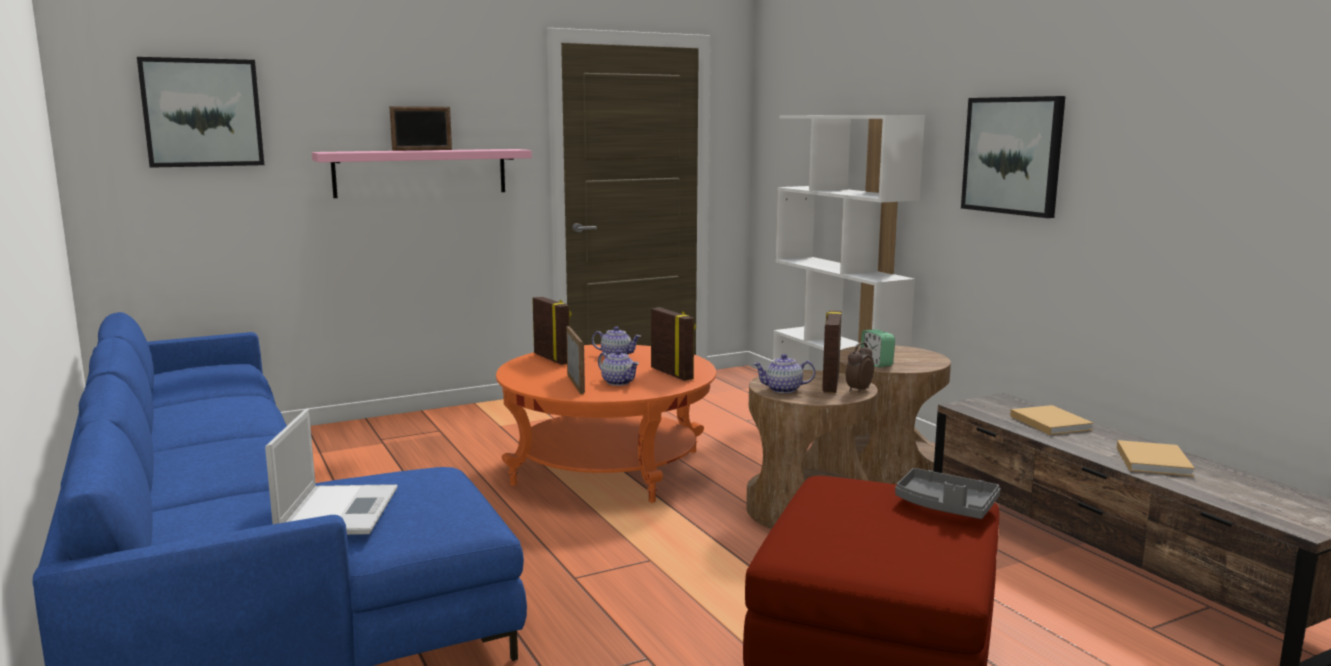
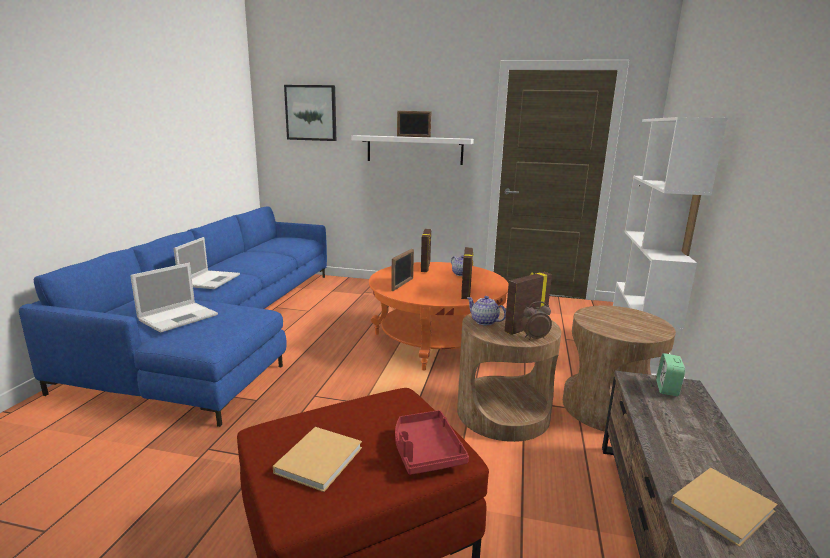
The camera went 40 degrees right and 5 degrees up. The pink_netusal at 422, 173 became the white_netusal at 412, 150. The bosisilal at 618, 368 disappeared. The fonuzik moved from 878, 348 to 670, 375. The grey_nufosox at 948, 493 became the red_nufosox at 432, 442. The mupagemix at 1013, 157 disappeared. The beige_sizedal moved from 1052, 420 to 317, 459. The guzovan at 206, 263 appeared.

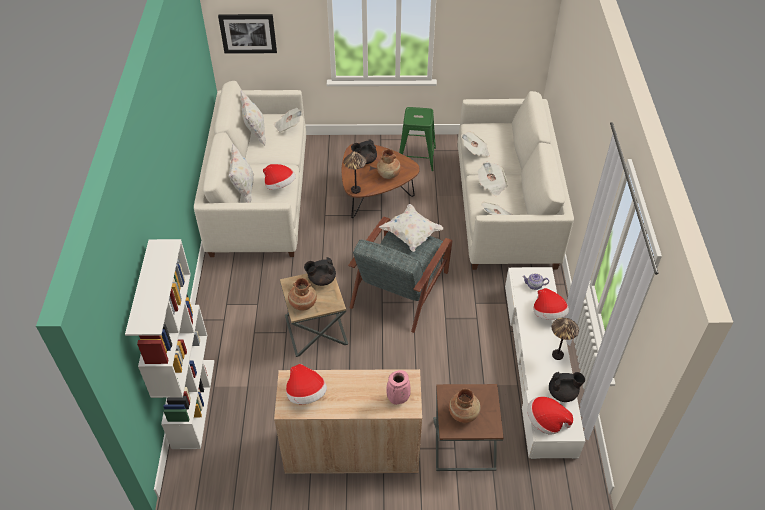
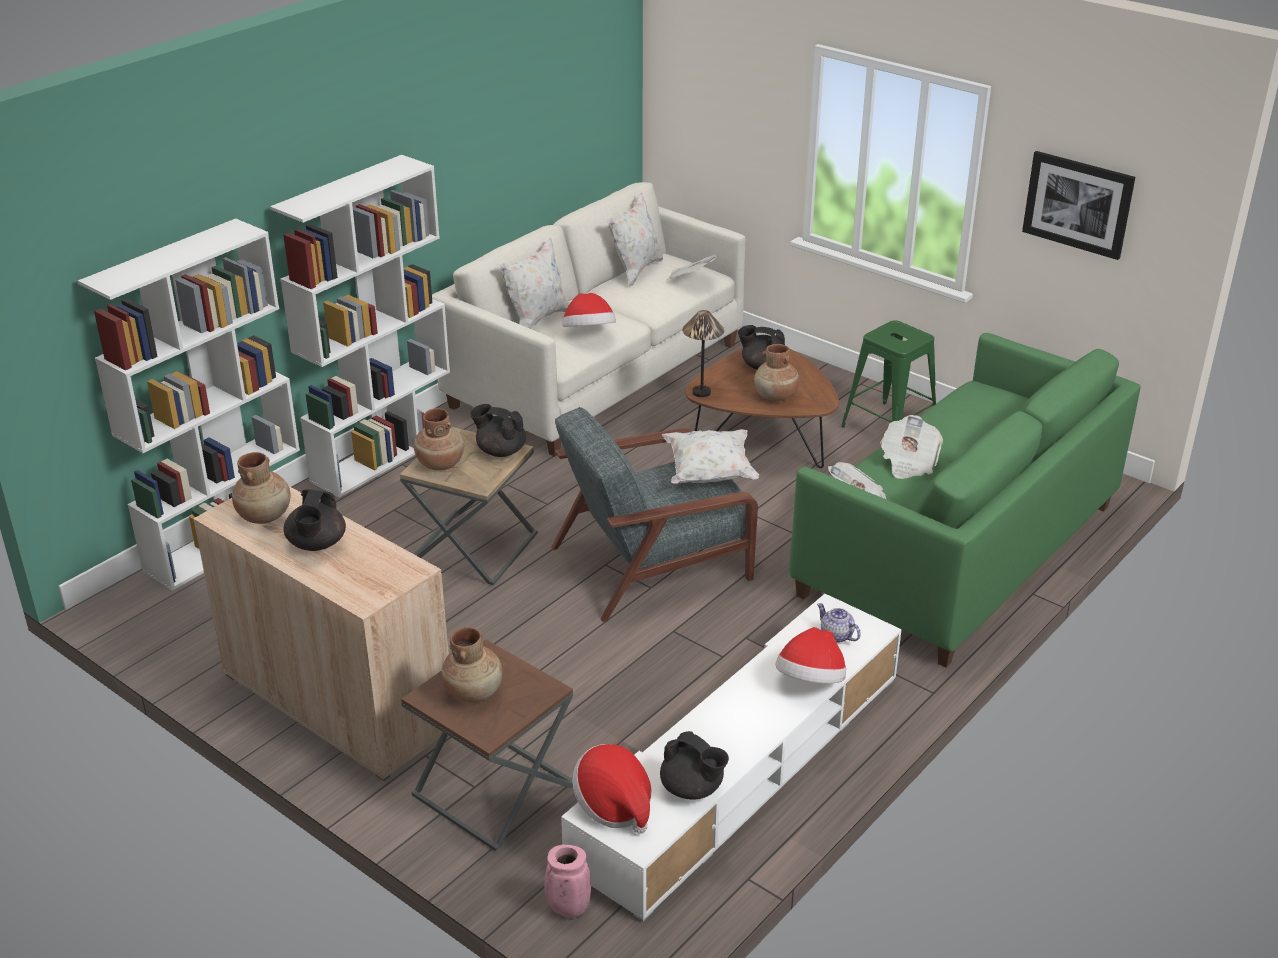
The camera went 40 degrees right and 15 degrees down. The mupagemix moved from 247, 34 to 1078, 205. The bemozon at 306, 384 was replaced by the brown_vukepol at 261, 488. The pink_vukepol moved from 398, 387 to 567, 881. The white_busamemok at 515, 180 became the green_busamemok at 965, 500. The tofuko at 475, 144 disappeared. The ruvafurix at 565, 339 disappeared. The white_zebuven at 360, 326 appeared. The black_bosisilal at 315, 520 appeared.

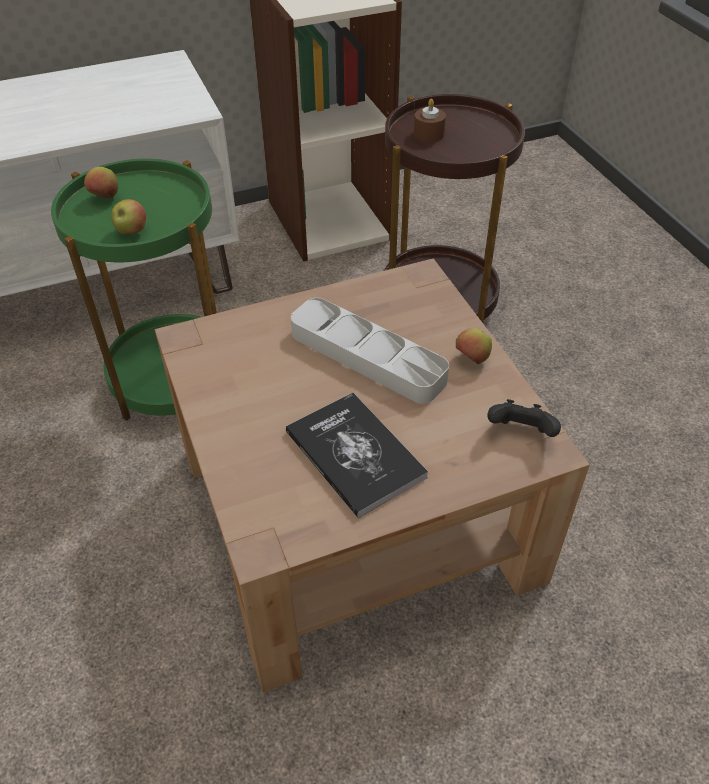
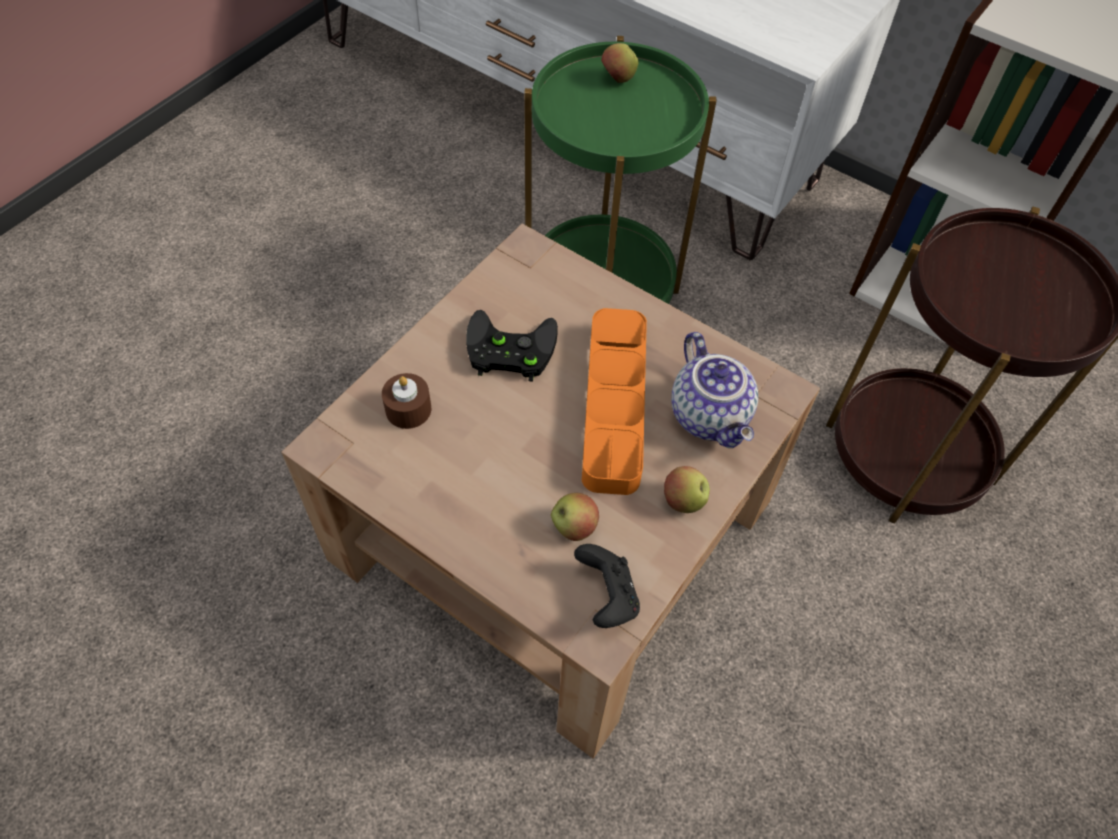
The camera went 55 degrees right and 10 degrees up. The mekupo moved from 128, 216 to 575, 517. The sizedal at 357, 455 disappeared. The grey_nufosox at 370, 351 became the orange_nufosox at 614, 401. The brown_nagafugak moved from 430, 120 to 406, 401. The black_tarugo at 512, 346 appeared. The bosisilal at 714, 390 appeared.

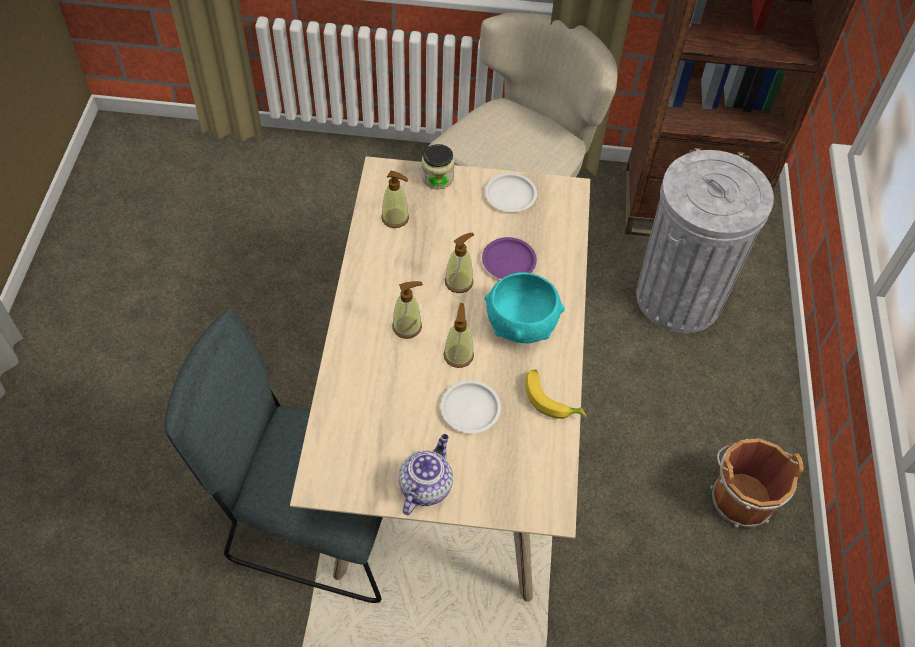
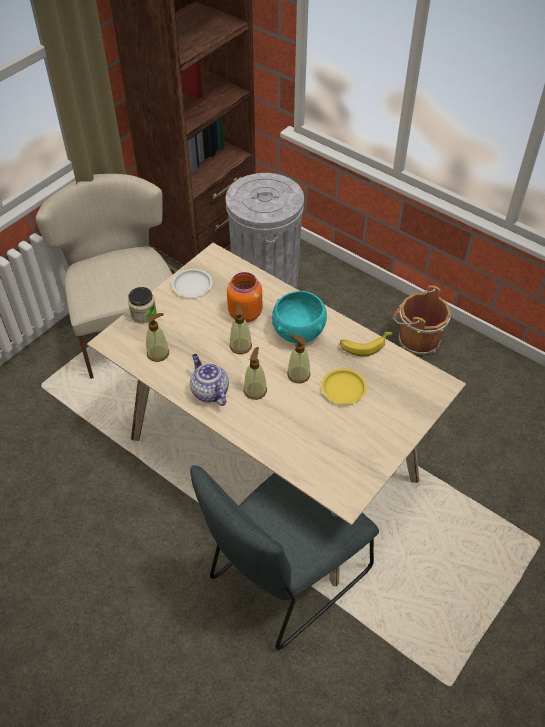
The camera went 55 degrees left and 5 degrees down. The bosisilal moved from 425, 474 to 209, 380. The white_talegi at 470, 406 became the yellow_talegi at 344, 386. The purple_talegi at 509, 258 was replaced by the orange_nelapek at 244, 297.

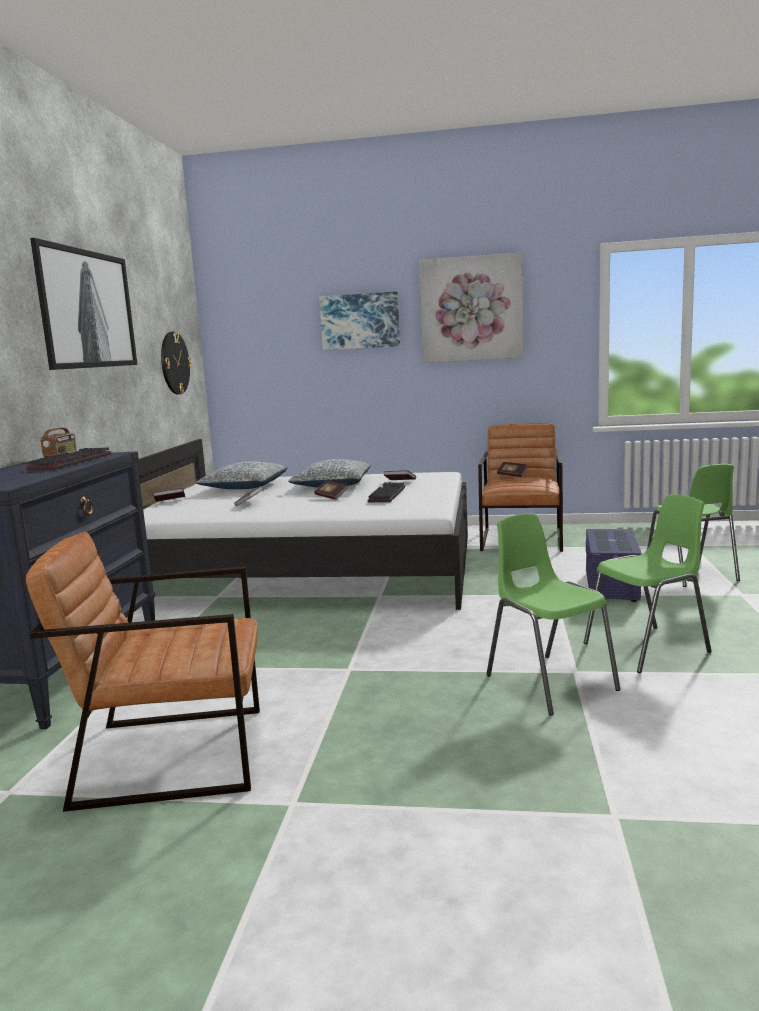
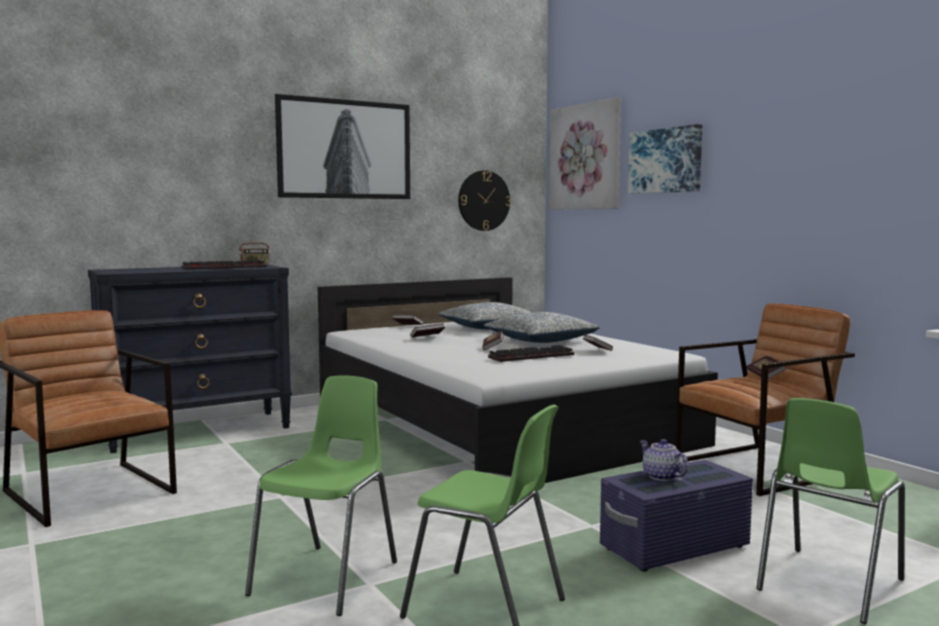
The camera went 50 degrees right and 5 degrees down. The mupagemix moved from 471, 307 to 585, 153. The bosisilal at 664, 460 appeared.

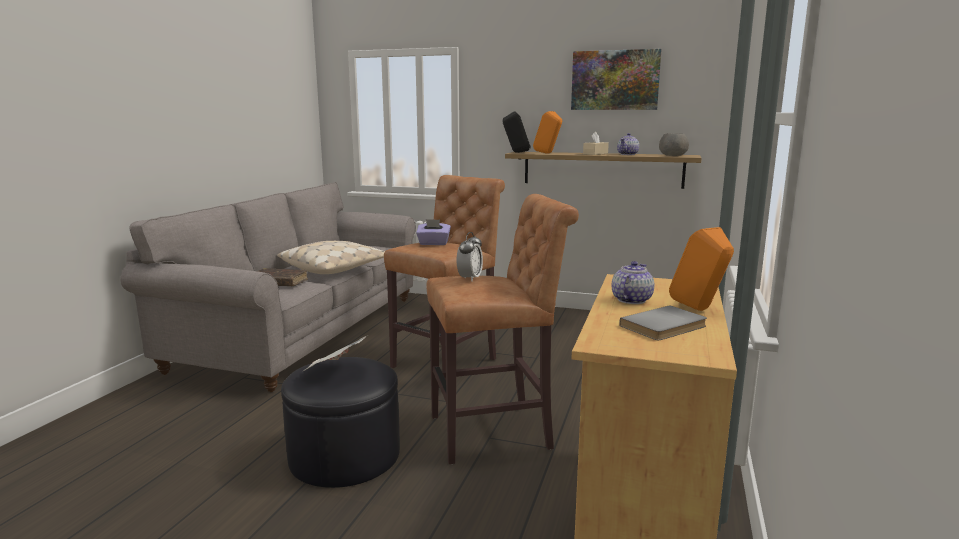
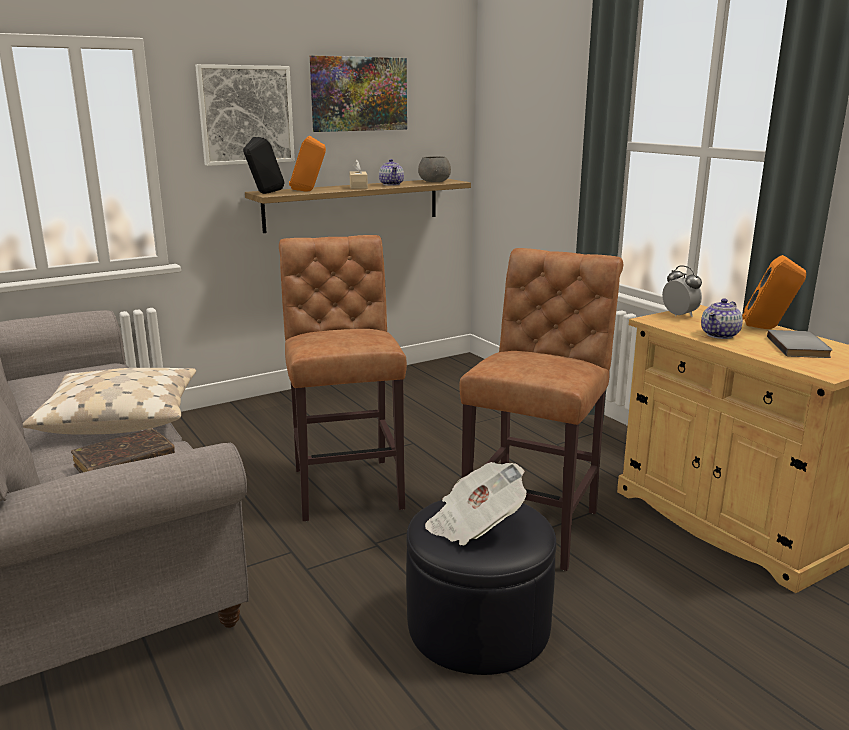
The camera went 50 degrees left and 5 degrees up. The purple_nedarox at 433, 232 disappeared. The fonuzik moved from 469, 257 to 682, 291. The bosisilal at 633, 282 turned 120 degrees counterclockwise. The mupagemix at 245, 115 appeared.

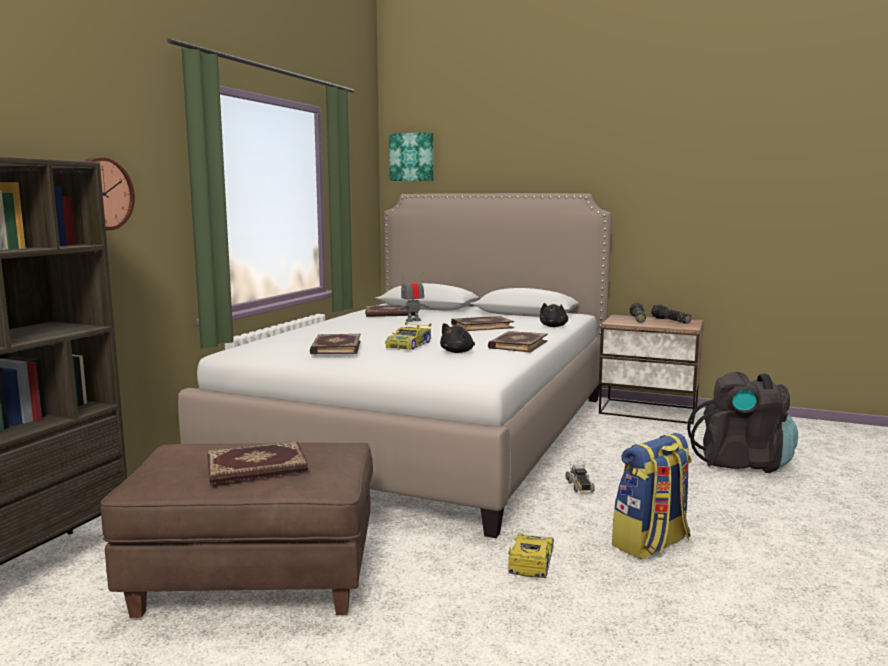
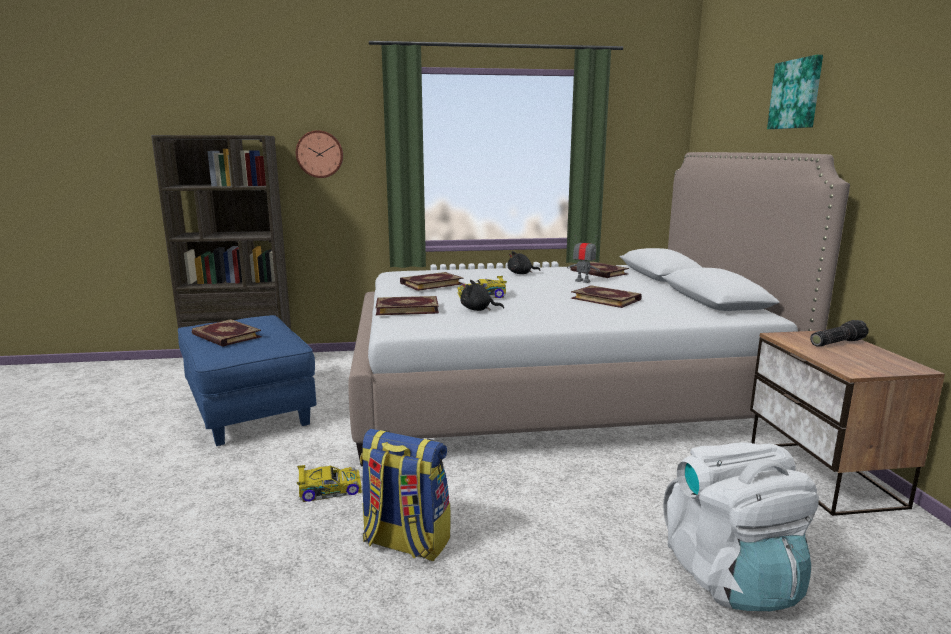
The camera went 60 degrees right and 5 degrees up. The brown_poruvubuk at 237, 530 became the blue_poruvubuk at 247, 380. The mupagemix moved from 411, 156 to 795, 92. The sizedal moved from 518, 342 to 407, 305. The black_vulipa moved from 554, 315 to 524, 262. The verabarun at 580, 476 disappeared. The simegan at 671, 314 disappeared. The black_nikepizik at 742, 422 became the white_nikepizik at 741, 526.

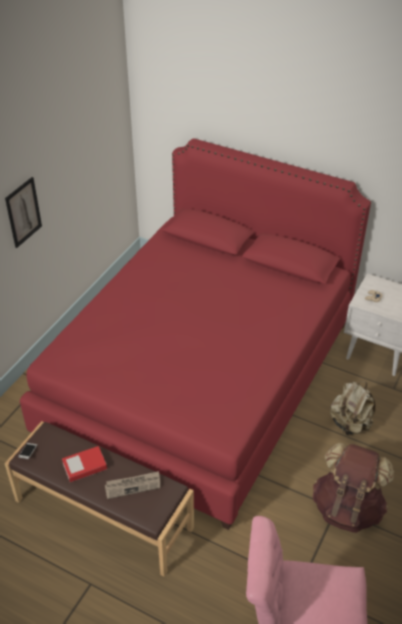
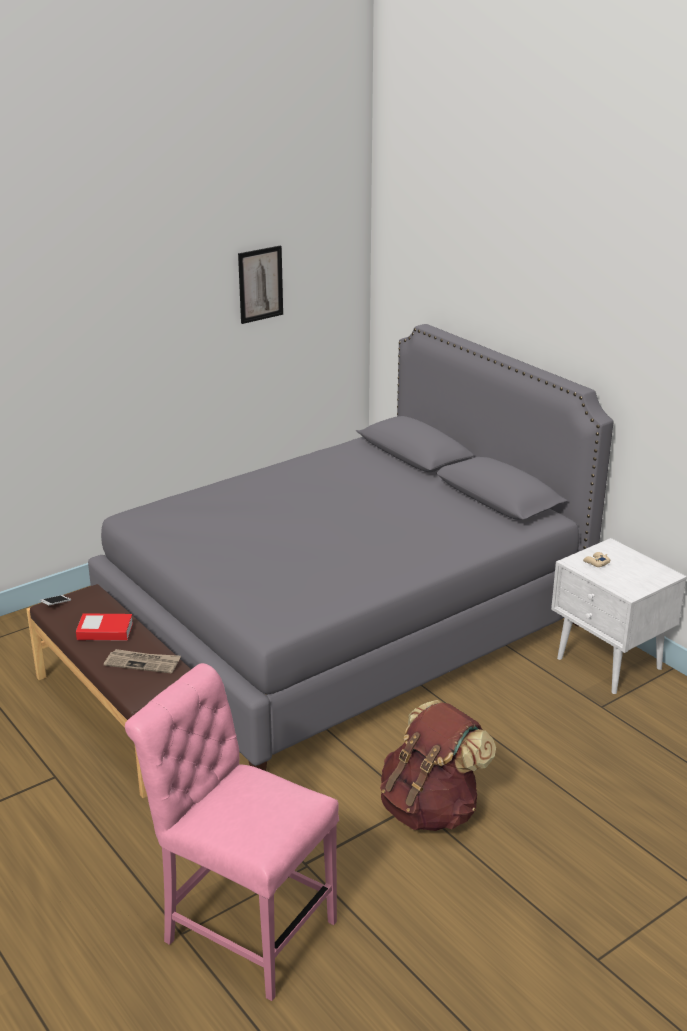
The camera went 25 degrees right and 15 degrees down. The mupagemix moved from 23, 212 to 260, 284. The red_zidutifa at 195, 334 became the grey_zidutifa at 351, 547. The beige_nikepizik at 352, 408 disappeared.

